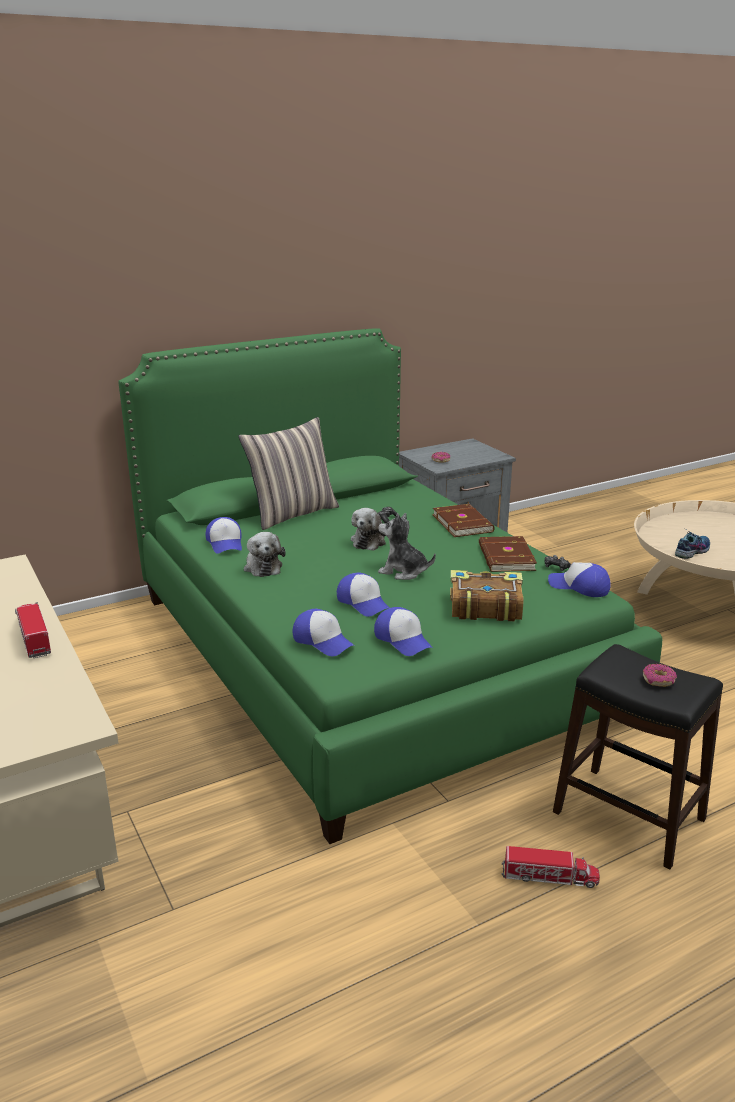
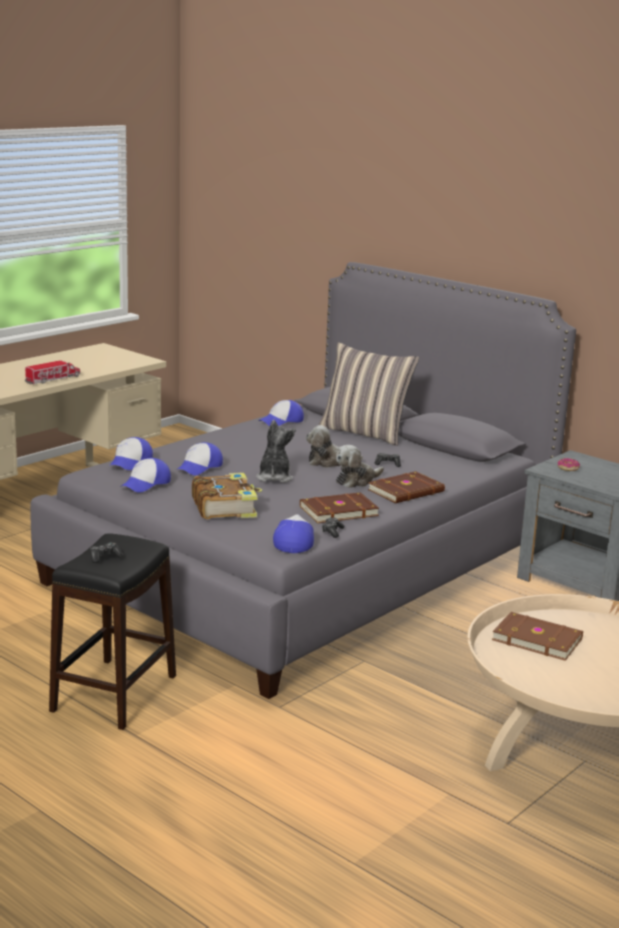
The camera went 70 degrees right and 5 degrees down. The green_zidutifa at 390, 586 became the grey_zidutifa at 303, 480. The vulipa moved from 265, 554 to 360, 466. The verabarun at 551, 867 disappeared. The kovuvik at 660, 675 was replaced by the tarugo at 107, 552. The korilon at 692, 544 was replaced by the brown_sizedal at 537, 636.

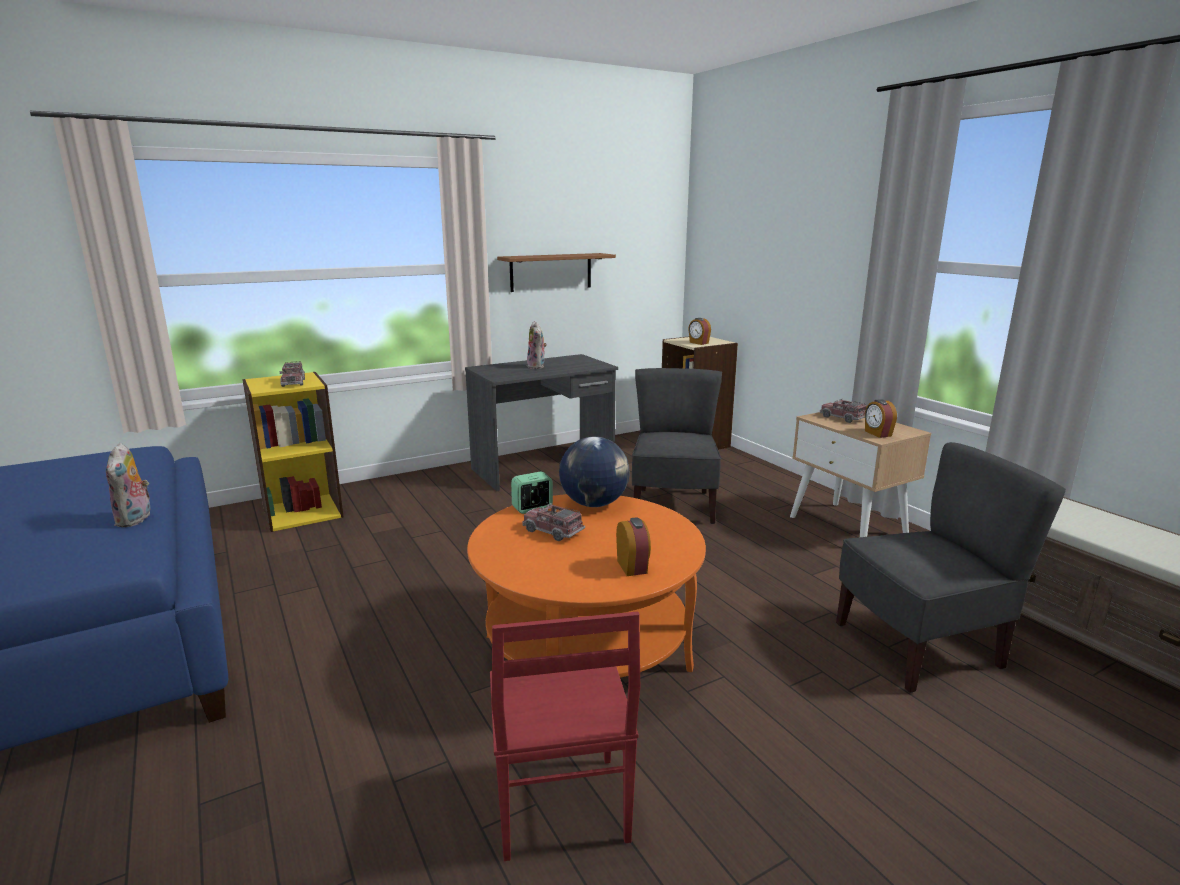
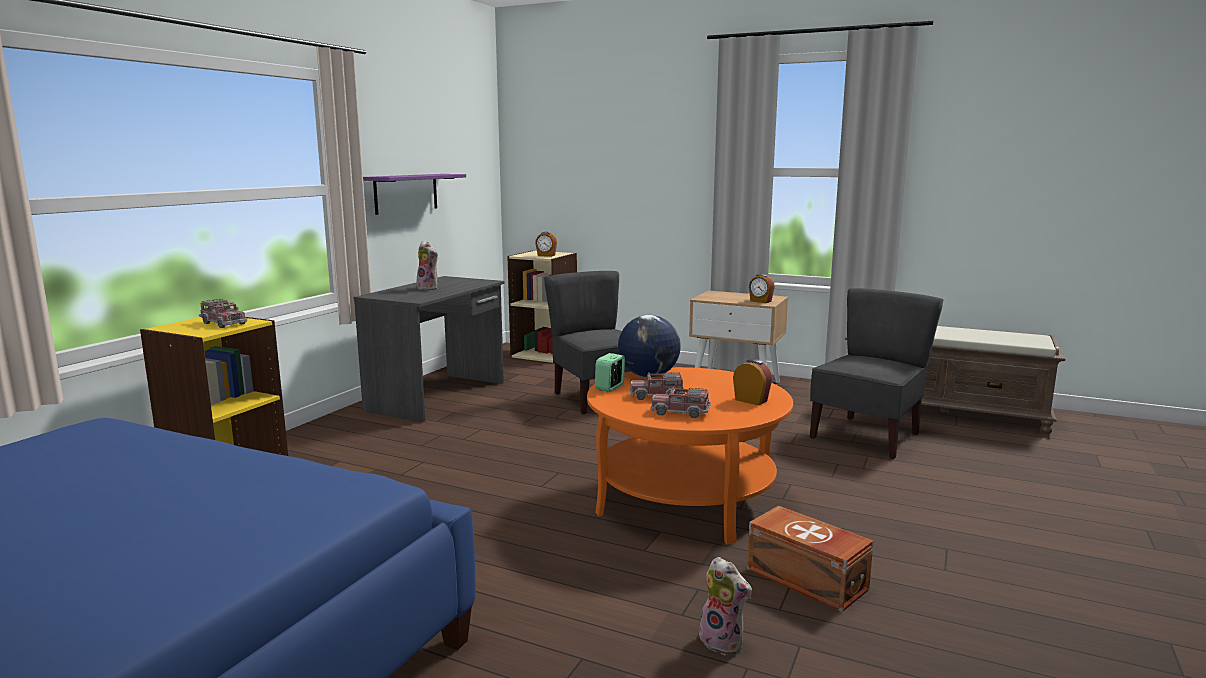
The camera went 35 degrees left and 5 degrees down. The vulipa moved from 128, 485 to 725, 606. The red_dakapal at 565, 736 was replaced by the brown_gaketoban at 810, 559. The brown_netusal at 556, 272 became the purple_netusal at 414, 194. The verabarun moved from 843, 411 to 680, 402.

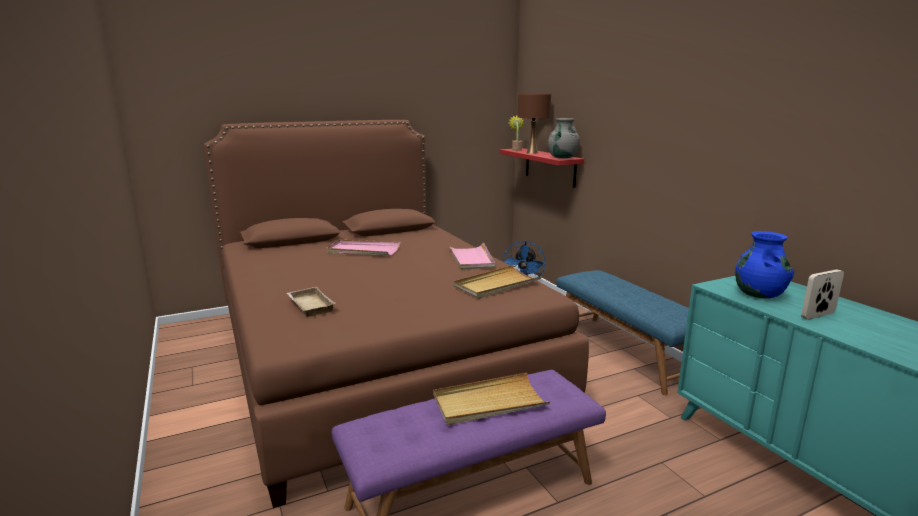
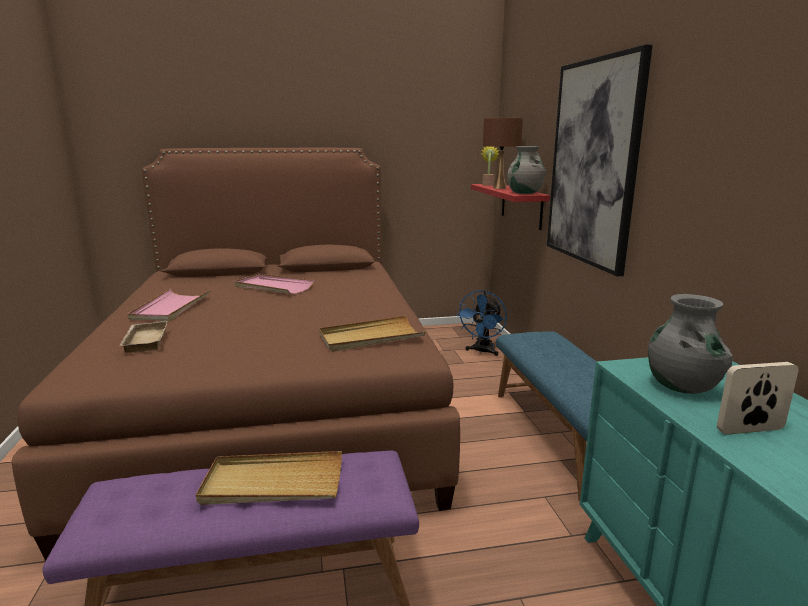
The camera went 15 degrees right and 0 degrees up. The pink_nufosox moved from 471, 256 to 169, 305. The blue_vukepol at 764, 265 became the grey_vukepol at 690, 344. The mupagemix at 600, 160 appeared.

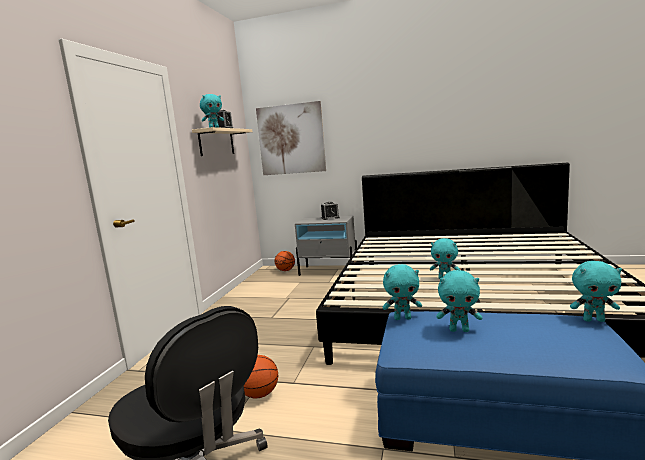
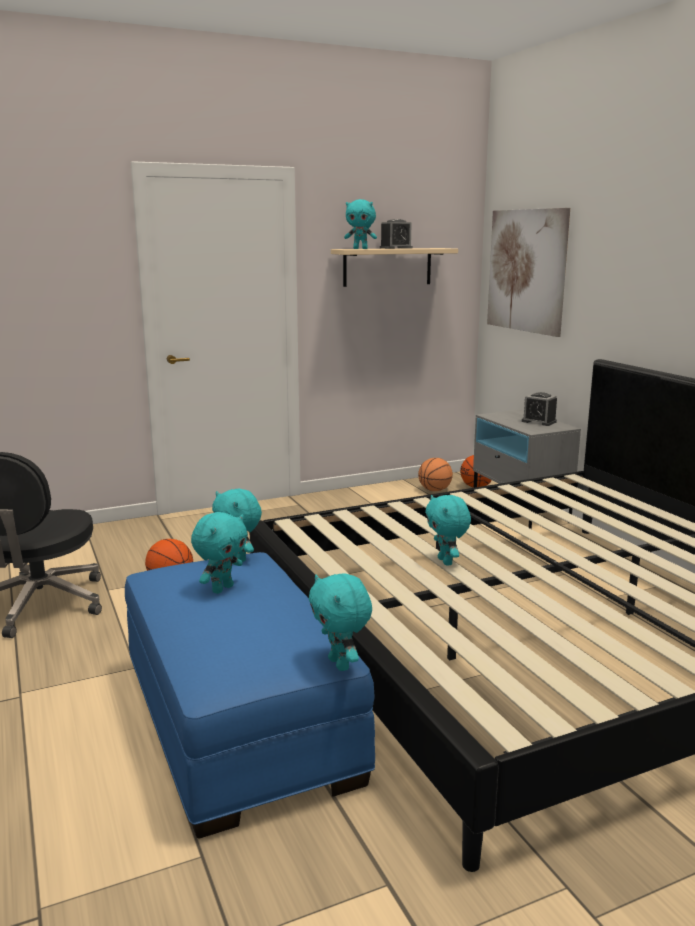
The camera went 50 degrees right and 5 degrees up. The turquoise_vulipa at 459, 301 turned 120 degrees counterclockwise. The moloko at 435, 474 appeared.

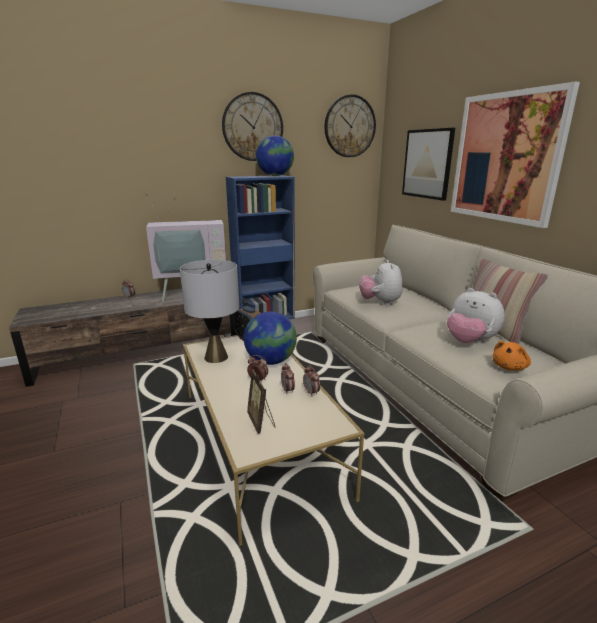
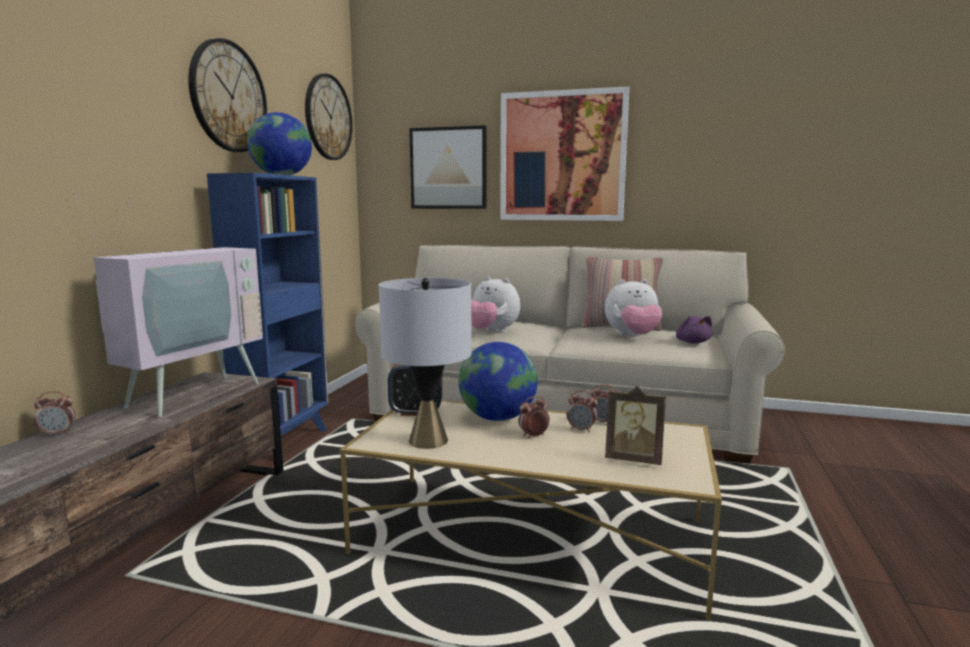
The camera went 50 degrees left and 10 degrees down. The orange_vulipa at 511, 356 became the purple_vulipa at 694, 330.

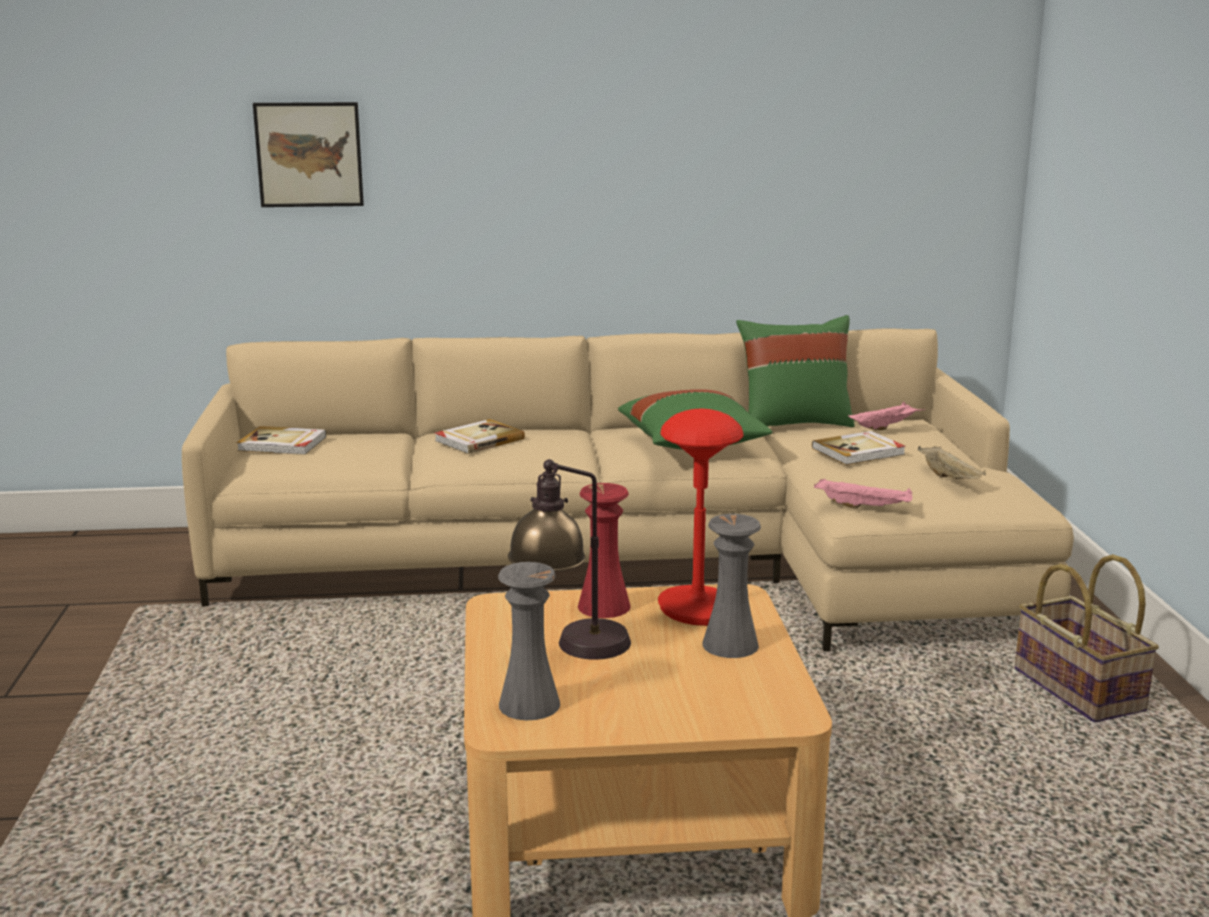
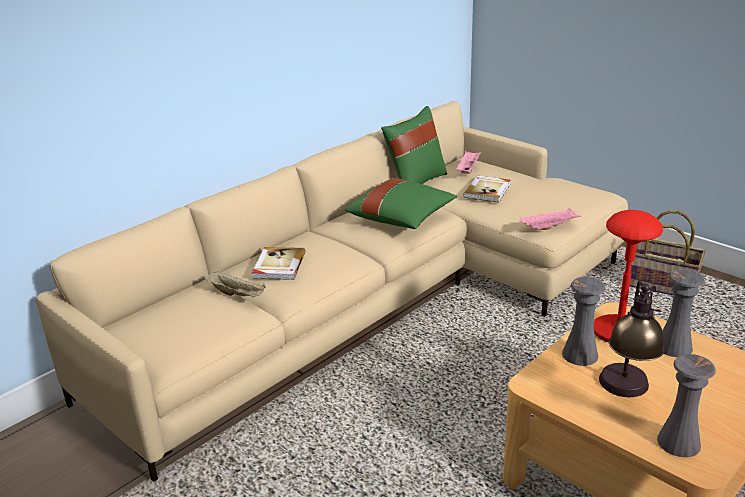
The camera went 40 degrees left and 10 degrees up. The sizedal at 281, 440 disappeared. The mupagemix at 308, 154 disappeared. The red_vukepol at 604, 550 became the grey_vukepol at 583, 321. The beige_nufosox moved from 951, 462 to 235, 284.

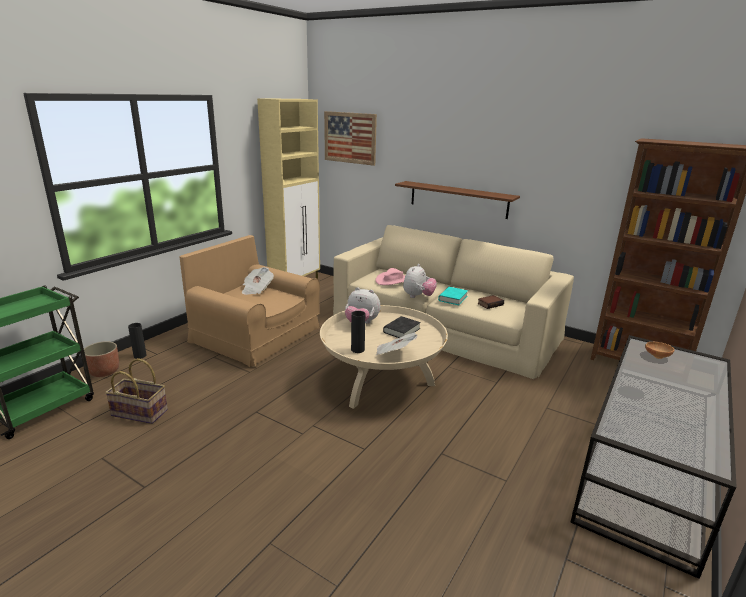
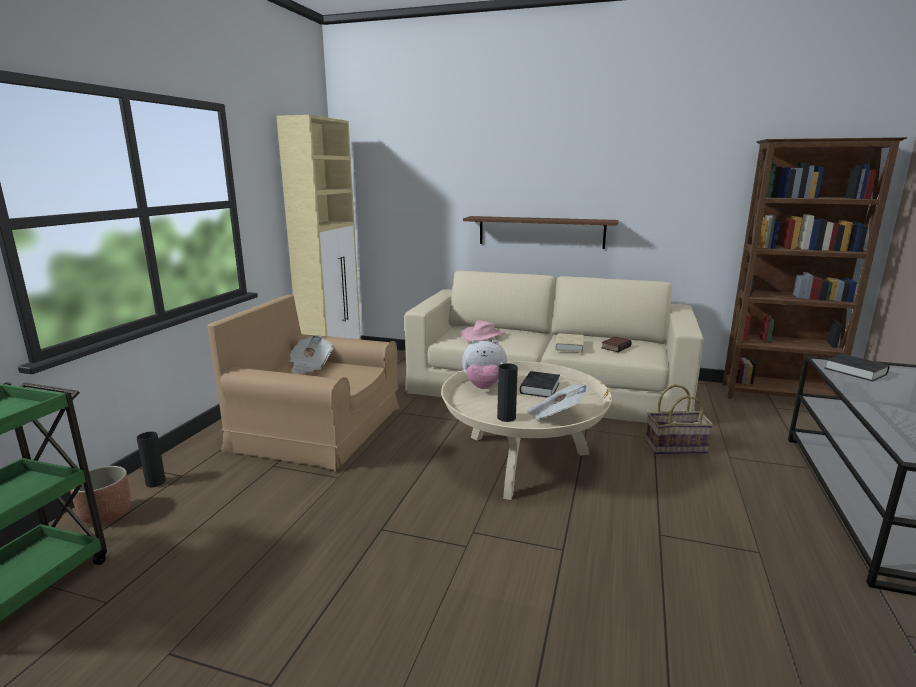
The camera went 15 degrees left and 5 degrees down. The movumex moved from 136, 391 to 679, 419. The mupagemix at 350, 138 disappeared. The vulipa at 420, 281 disappeared. The turquoise_sizedal at 453, 296 became the beige_sizedal at 569, 343. The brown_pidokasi at 659, 350 was replaced by the black_sizedal at 857, 368.

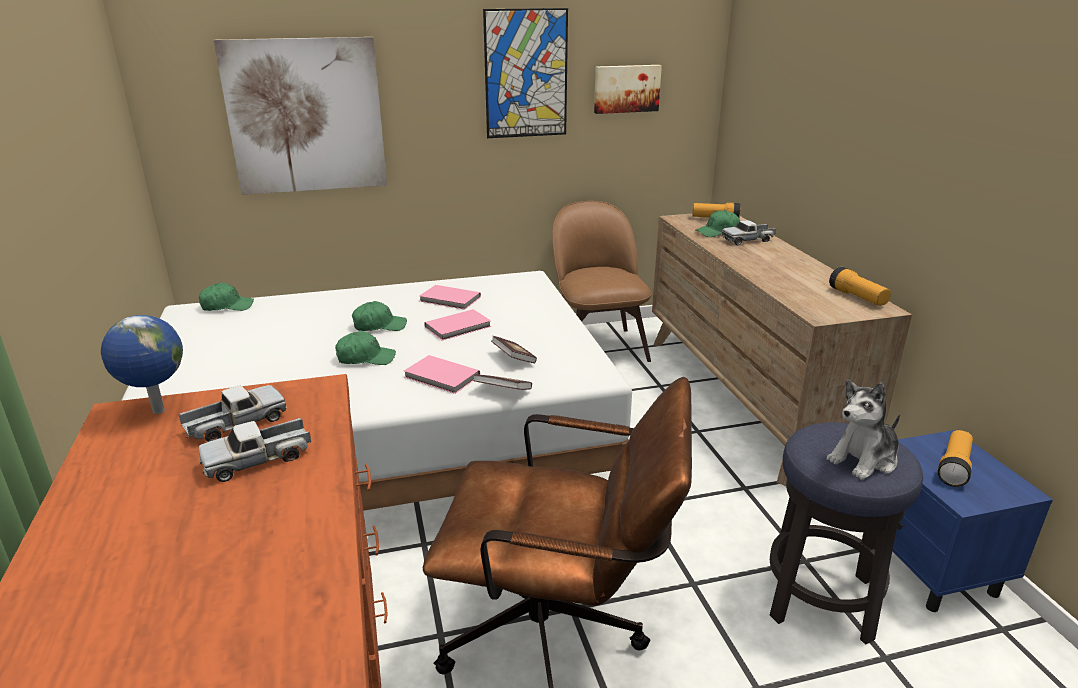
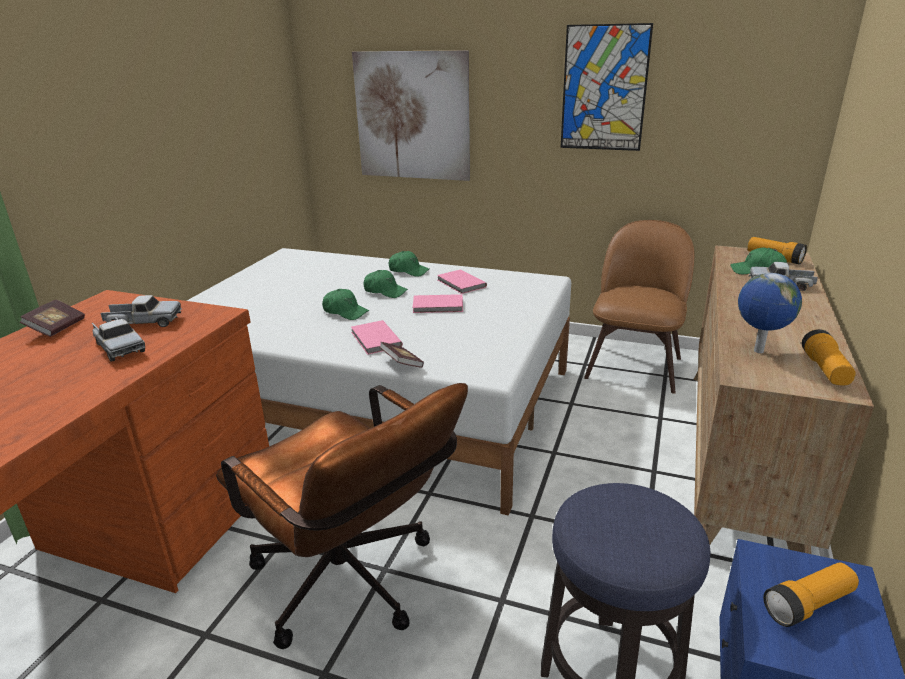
The camera went 35 degrees right and 0 degrees up. The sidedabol moved from 142, 364 to 770, 313. The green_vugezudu moved from 226, 297 to 409, 264. The verabarun at 255, 450 turned 135 degrees counterclockwise. The sizedal moved from 514, 349 to 52, 318. The mupagemix at 628, 89 disappeared. The vulipa at 863, 430 disappeared.

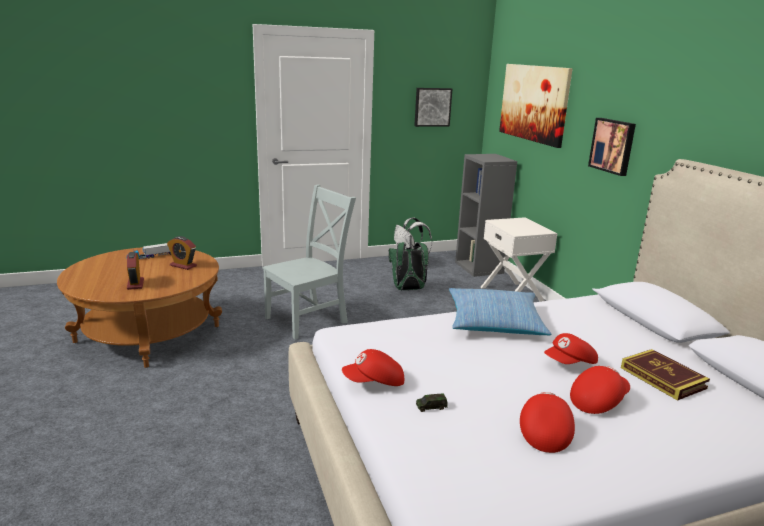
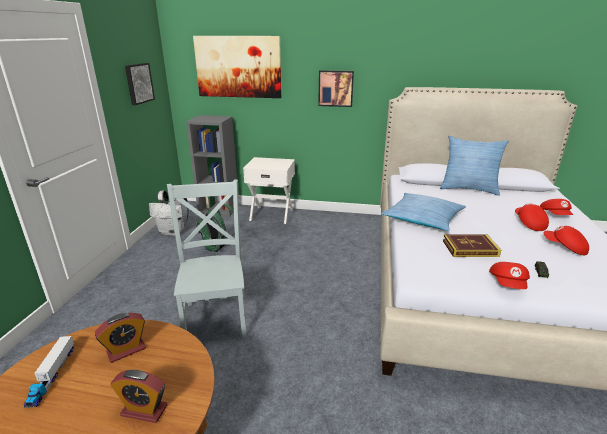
The camera went 60 degrees left and 5 degrees up. The red_vugezudu moved from 571, 348 to 556, 207. The sizedal moved from 665, 375 to 472, 245. The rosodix at 474, 166 appeared.

